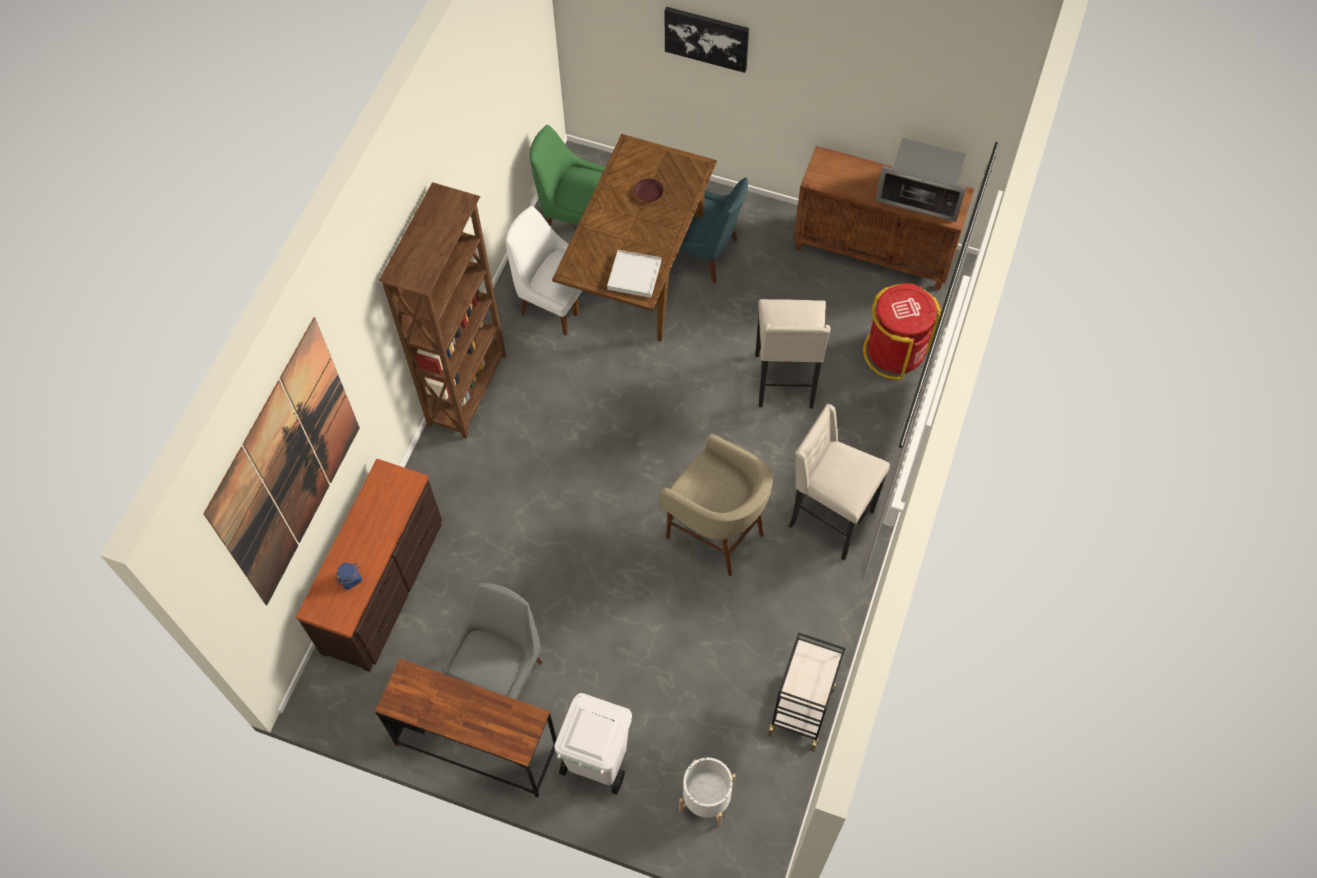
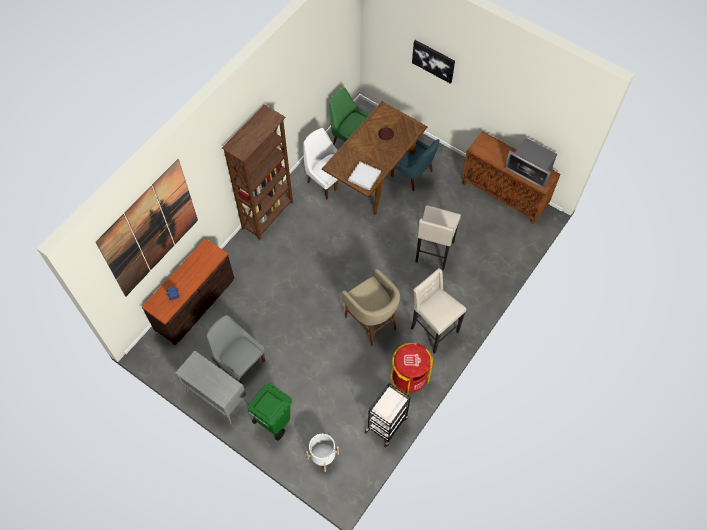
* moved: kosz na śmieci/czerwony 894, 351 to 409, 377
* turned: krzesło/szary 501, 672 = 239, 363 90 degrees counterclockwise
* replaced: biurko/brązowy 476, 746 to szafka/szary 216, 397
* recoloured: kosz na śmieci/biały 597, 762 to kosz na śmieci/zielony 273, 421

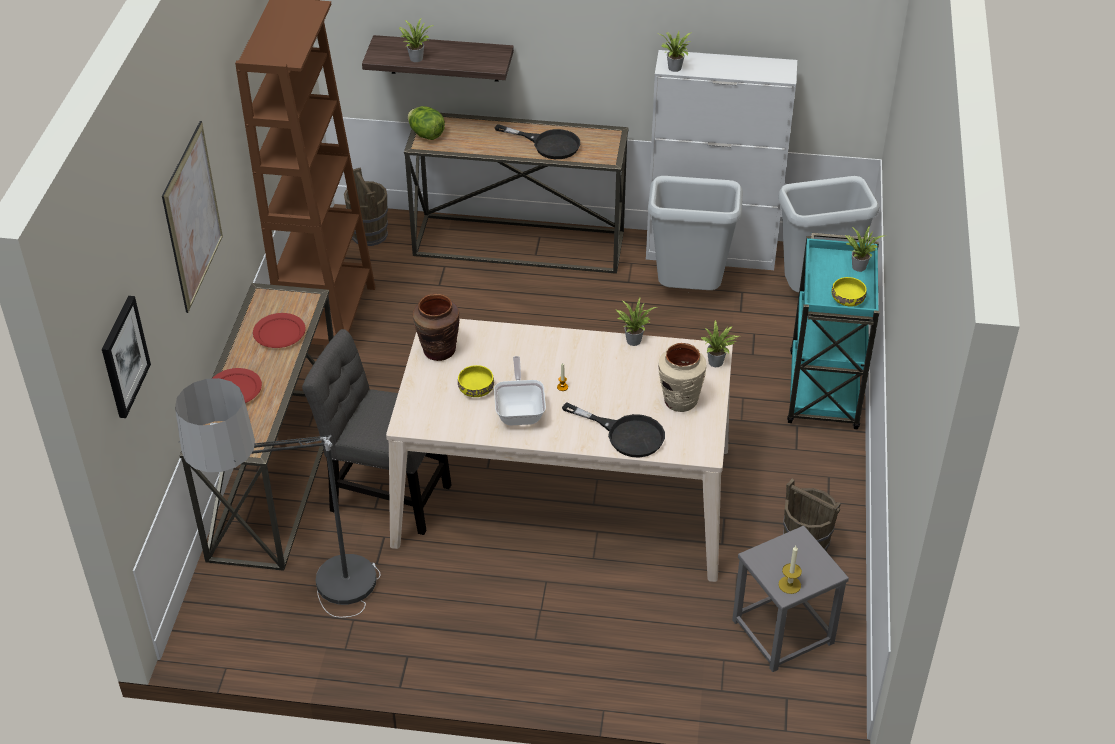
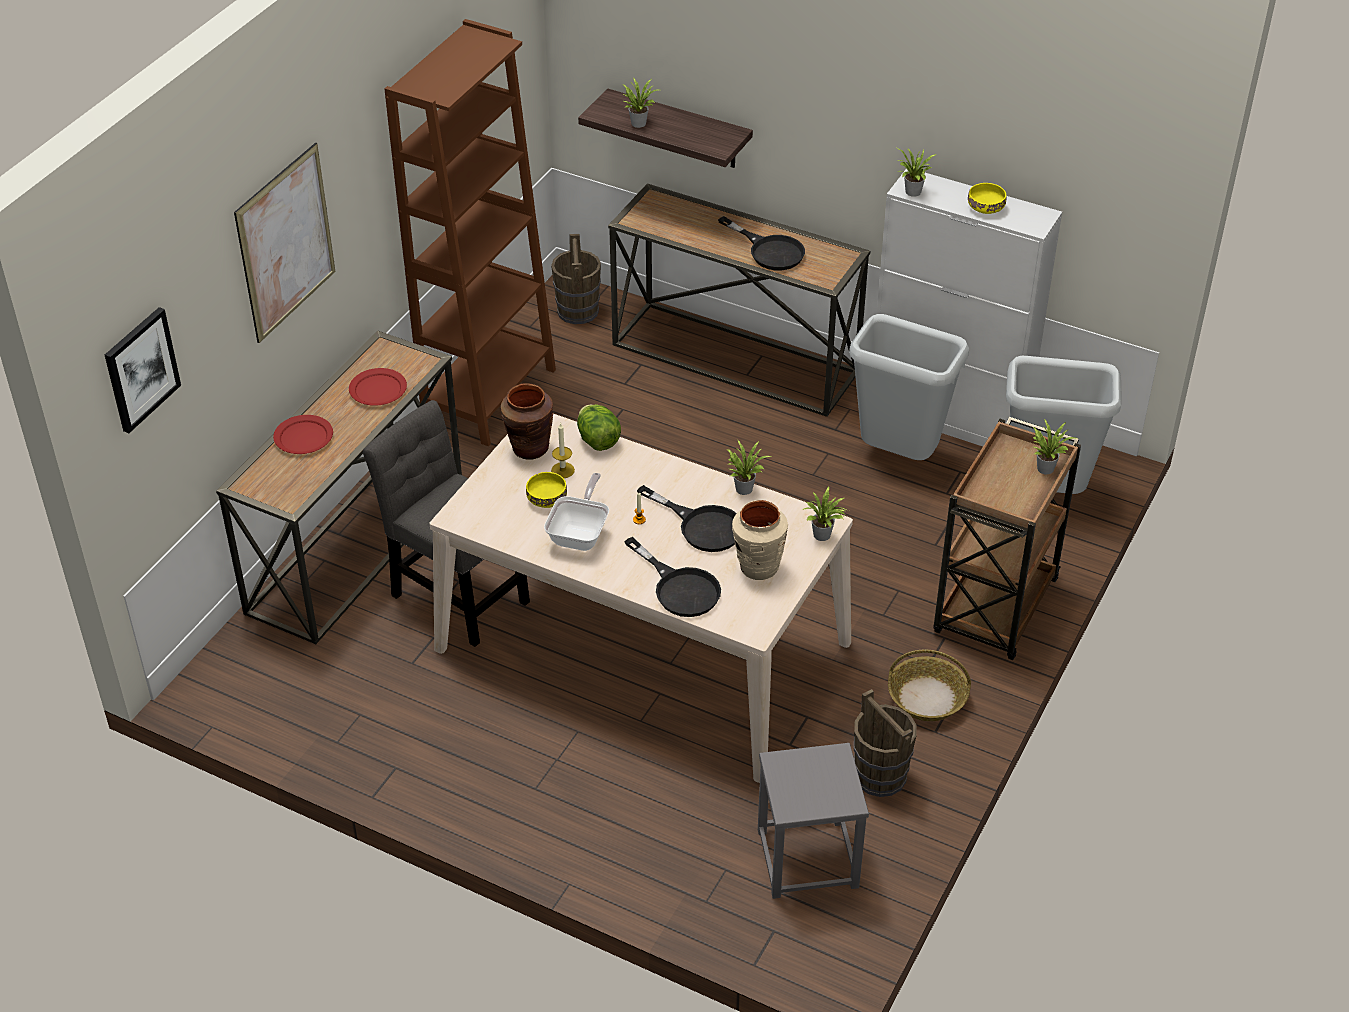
* moved: sałata 426, 134 to 598, 441
* recoloured: wózek/turkusowy 823, 393 to wózek/brązowy 995, 609
* moved: miska/żółty 848, 300 to 986, 208
* removed: lampa stojąca 305, 607
* moved: świeca 789, 585 to 563, 470
* added: patelnia/czarny 702, 526
* added: koszyk 927, 697

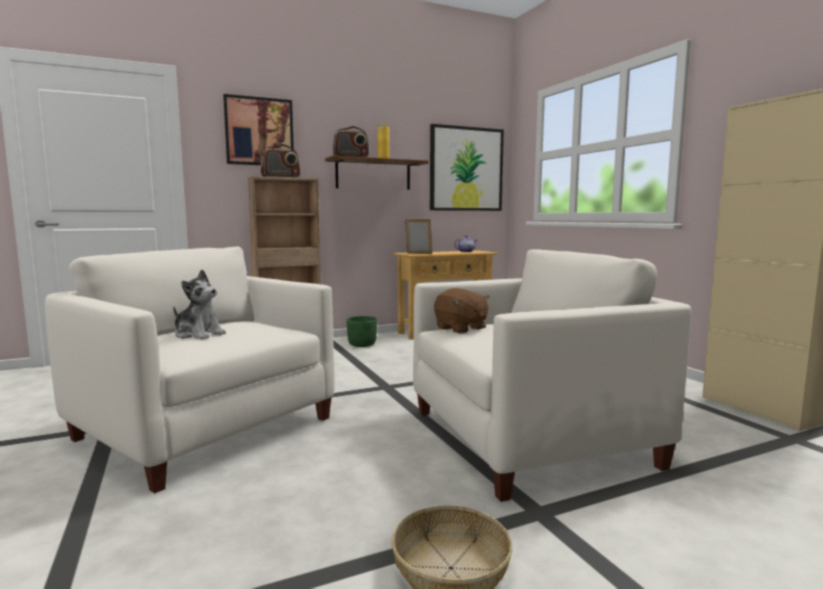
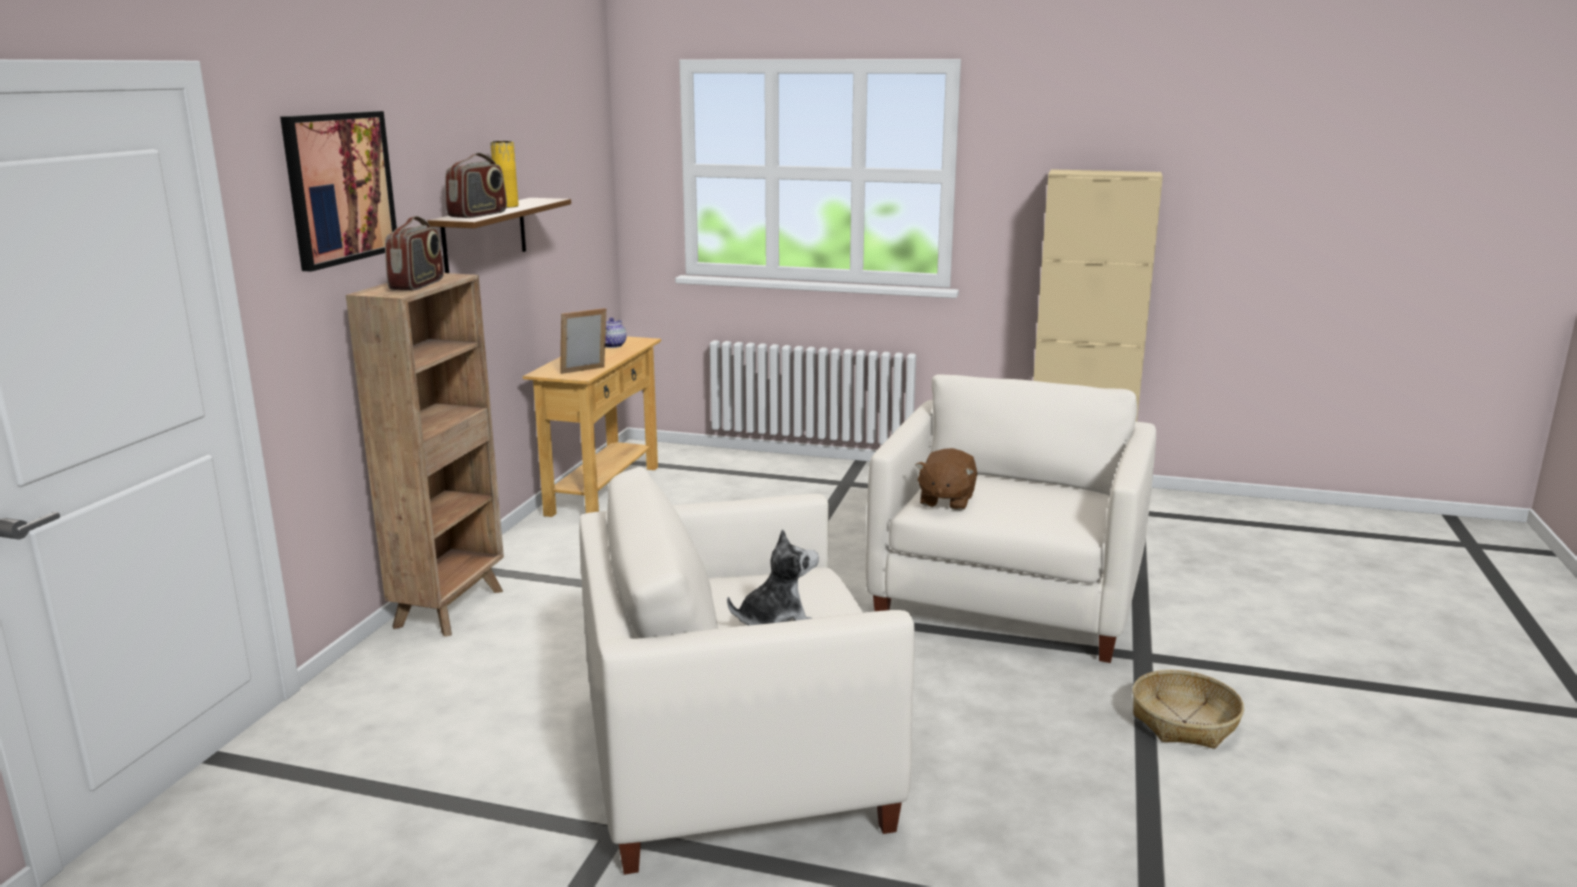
* removed: obraz 466, 169
* turned: pluszak/brązowy 460, 329 = 946, 500 105 degrees clockwise
* removed: donica/zielony 362, 344

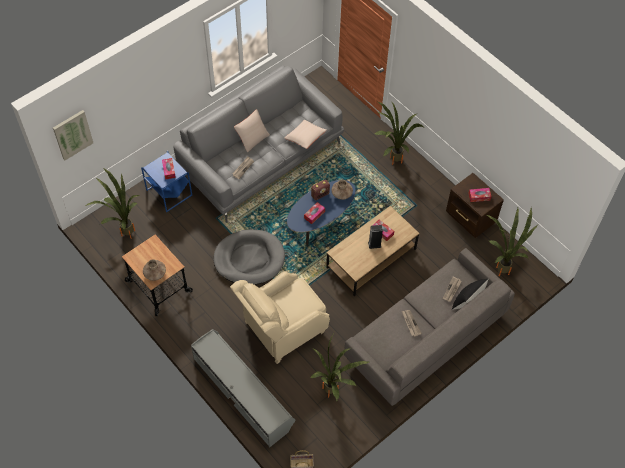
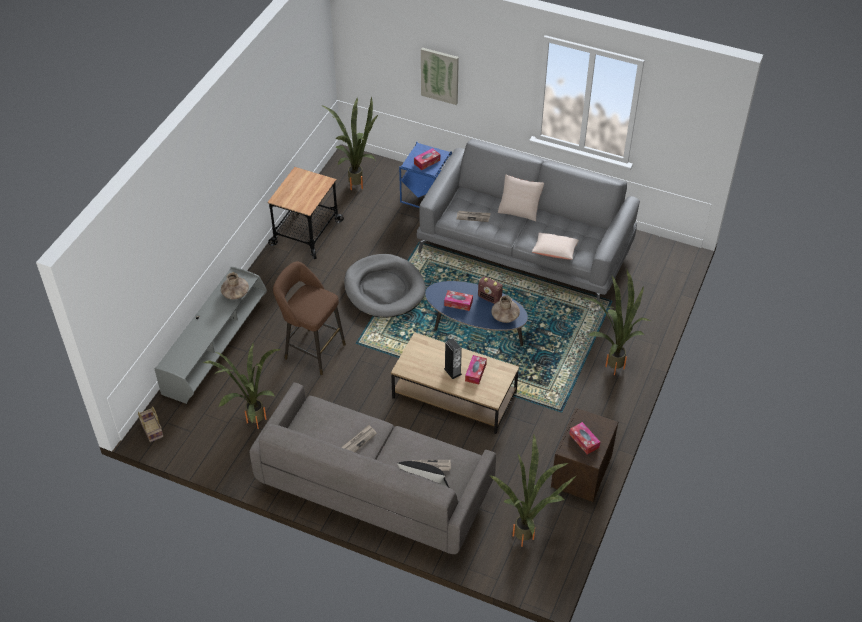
* moved: obraz 72, 134 to 440, 75
* moved: wazon/brązowy 155, 273 to 235, 293
* replaced: fotel/beżowy 282, 328 to stołek/brązowy 312, 350

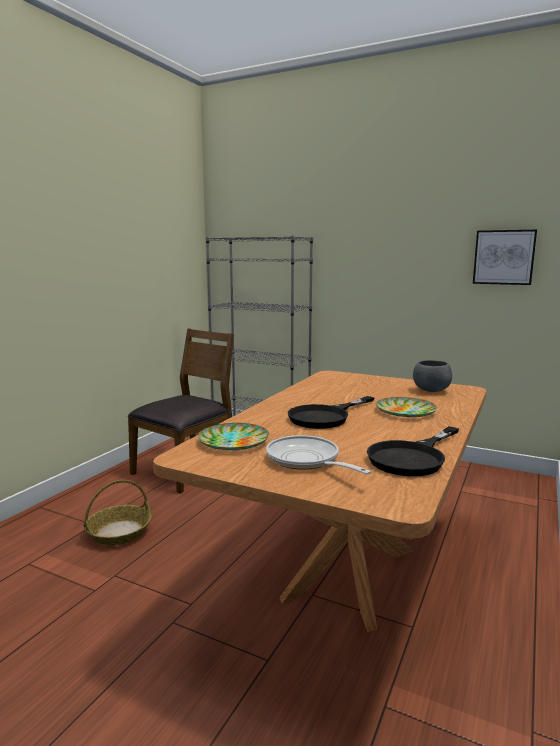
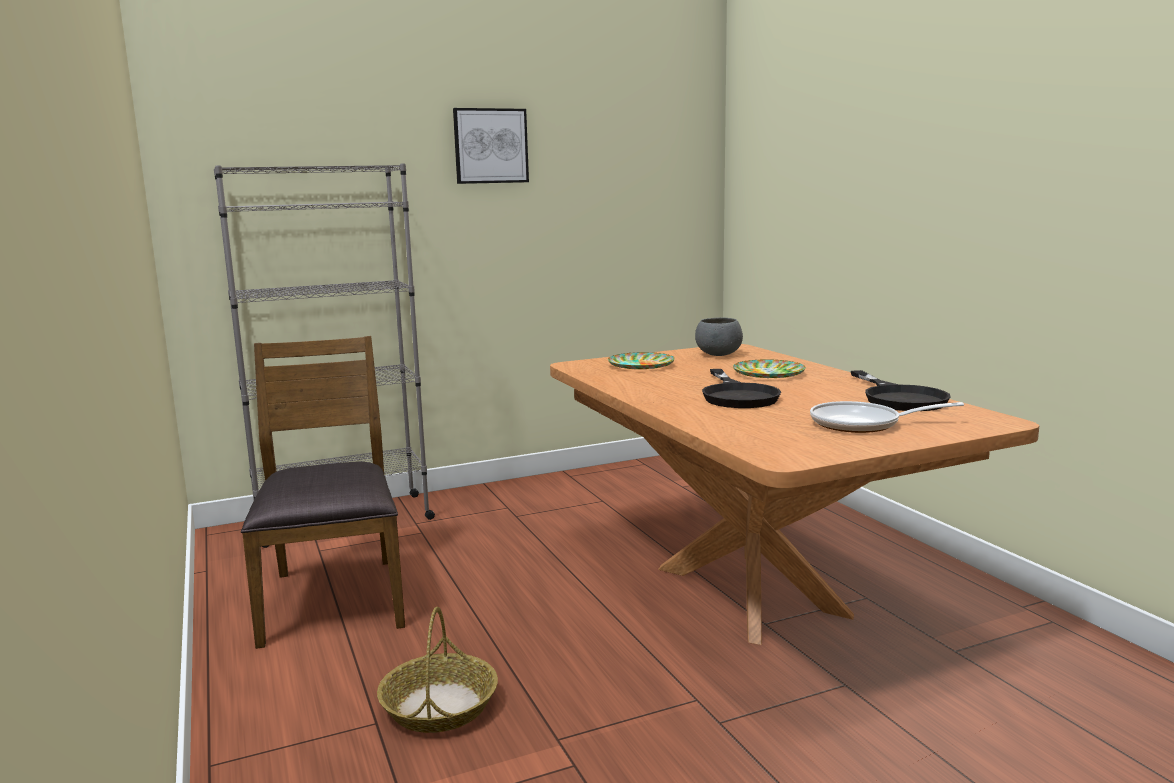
* moved: obraz 504, 257 to 490, 146
* moved: talerz 233, 441 to 640, 365

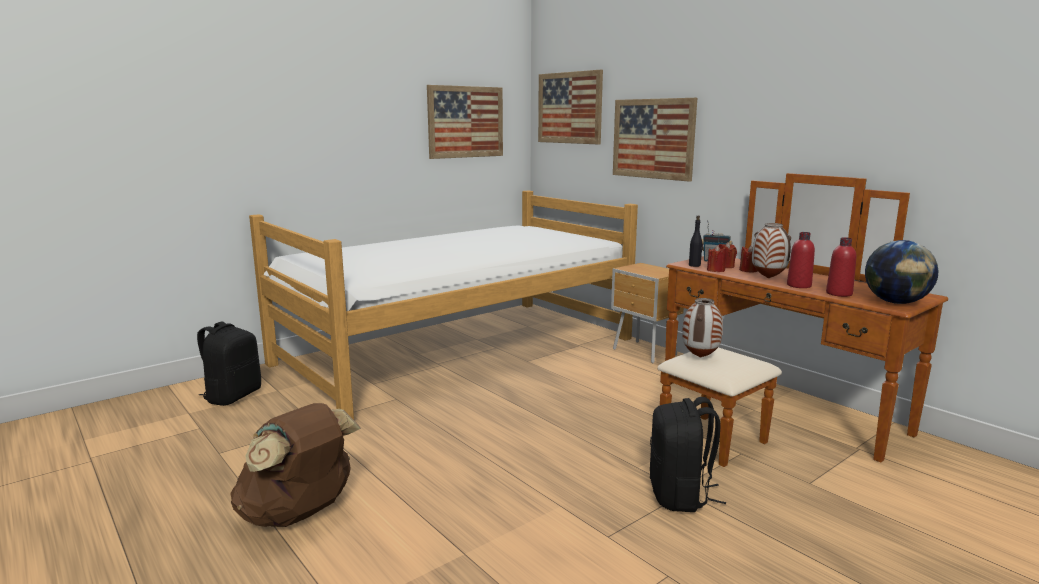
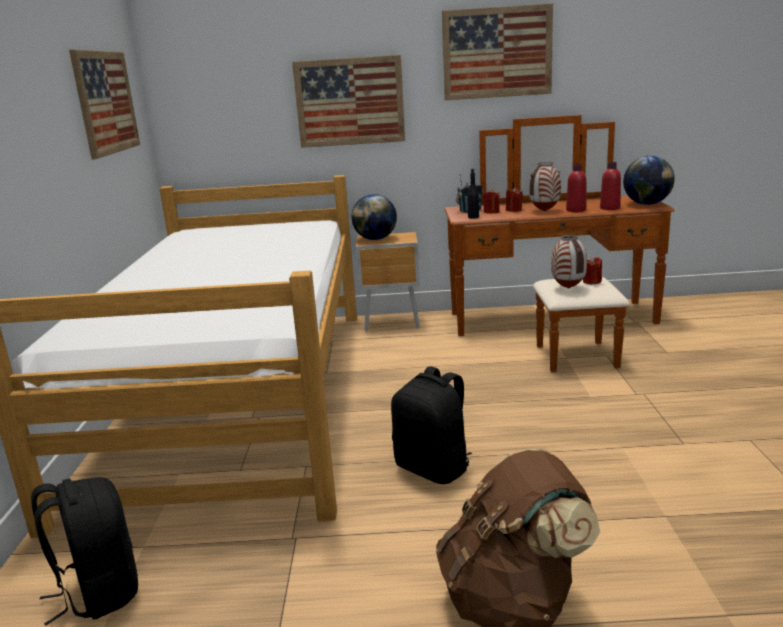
* moved: obraz 569, 108 to 497, 52
* moved: świeca/czerwony 715, 270 to 591, 282
* moved: plecak/czarny 680, 496 to 434, 468
* added: globus 375, 239

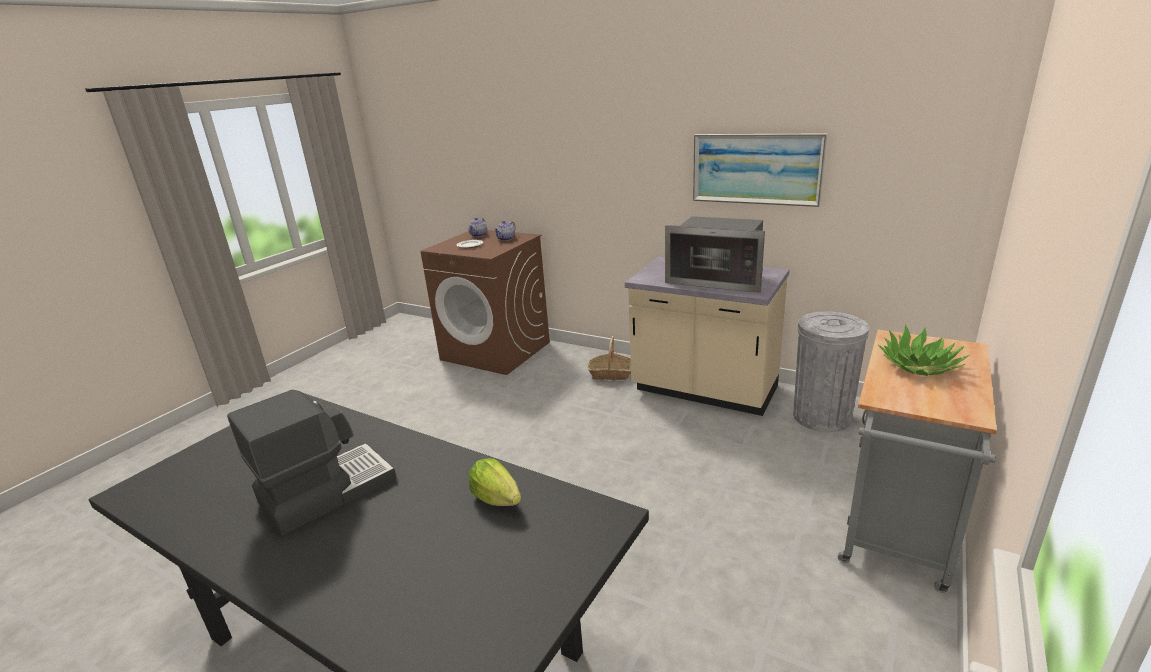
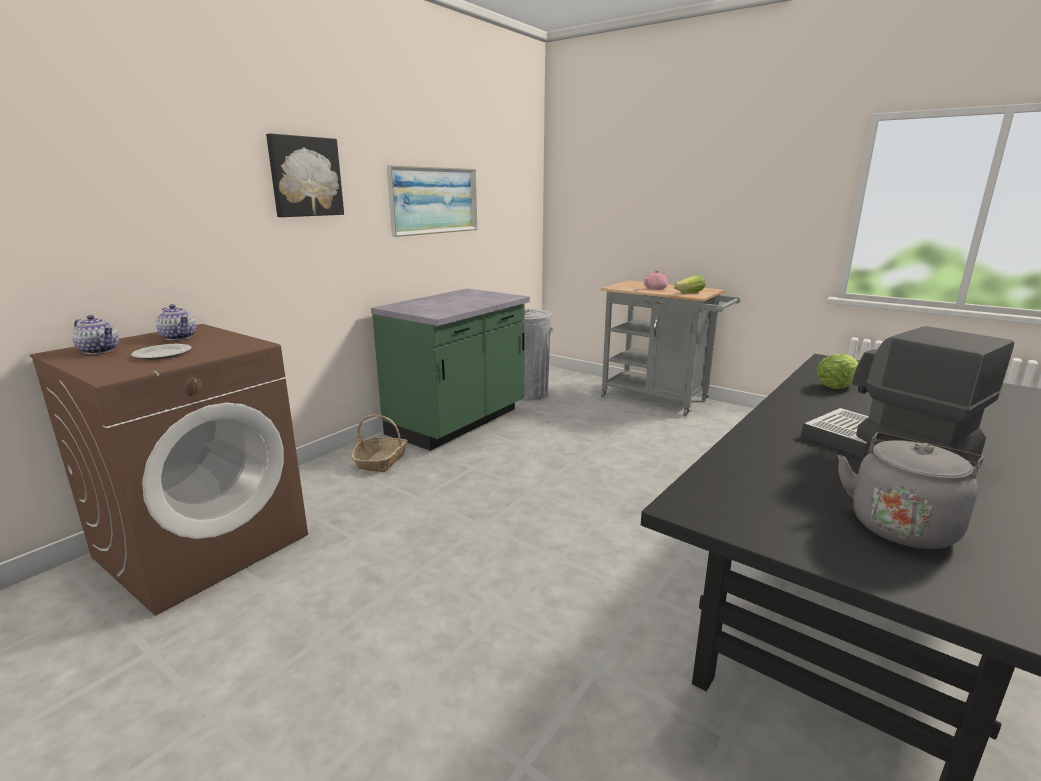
* removed: mikrofalówka 717, 279
* recoloured: zabudowa kuchenna/beżowy 704, 391 to zabudowa kuchenna/zielony 458, 422
* replaced: roślina doniczkowa 919, 366 to imbryk/różowy 655, 288
* added: obraz 305, 177
* added: sałata 688, 293
* added: czajnik/szary 902, 525

